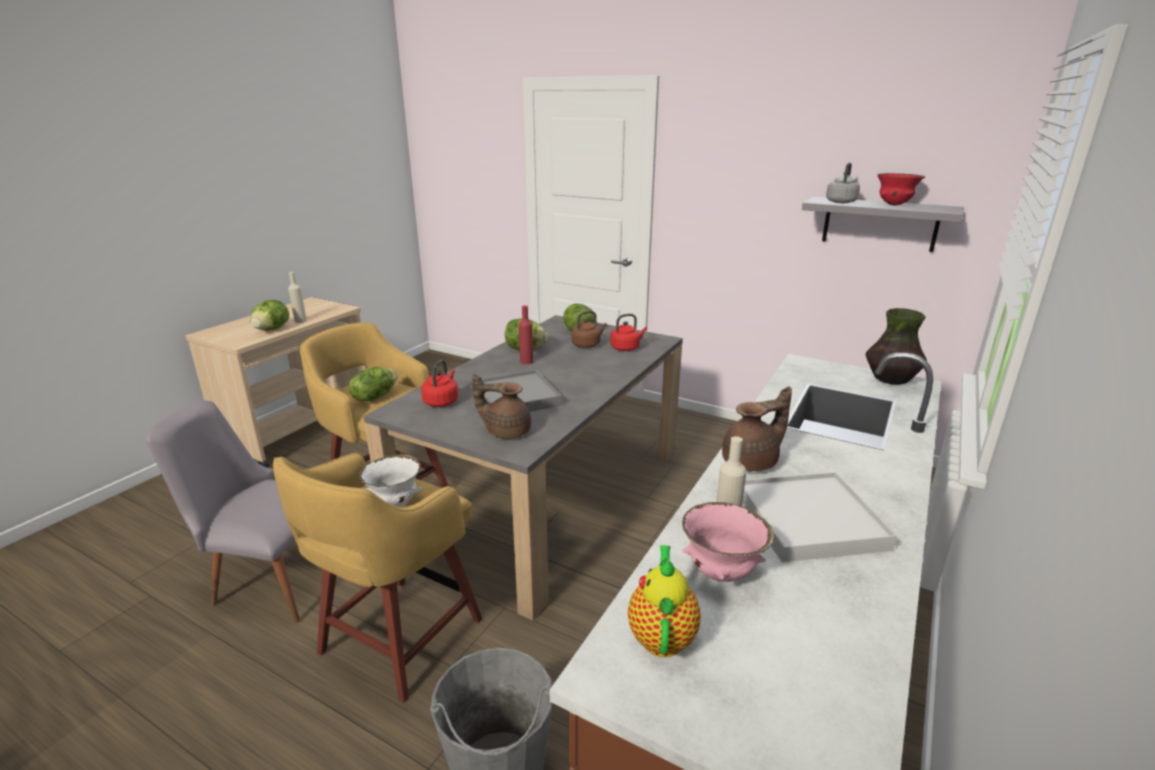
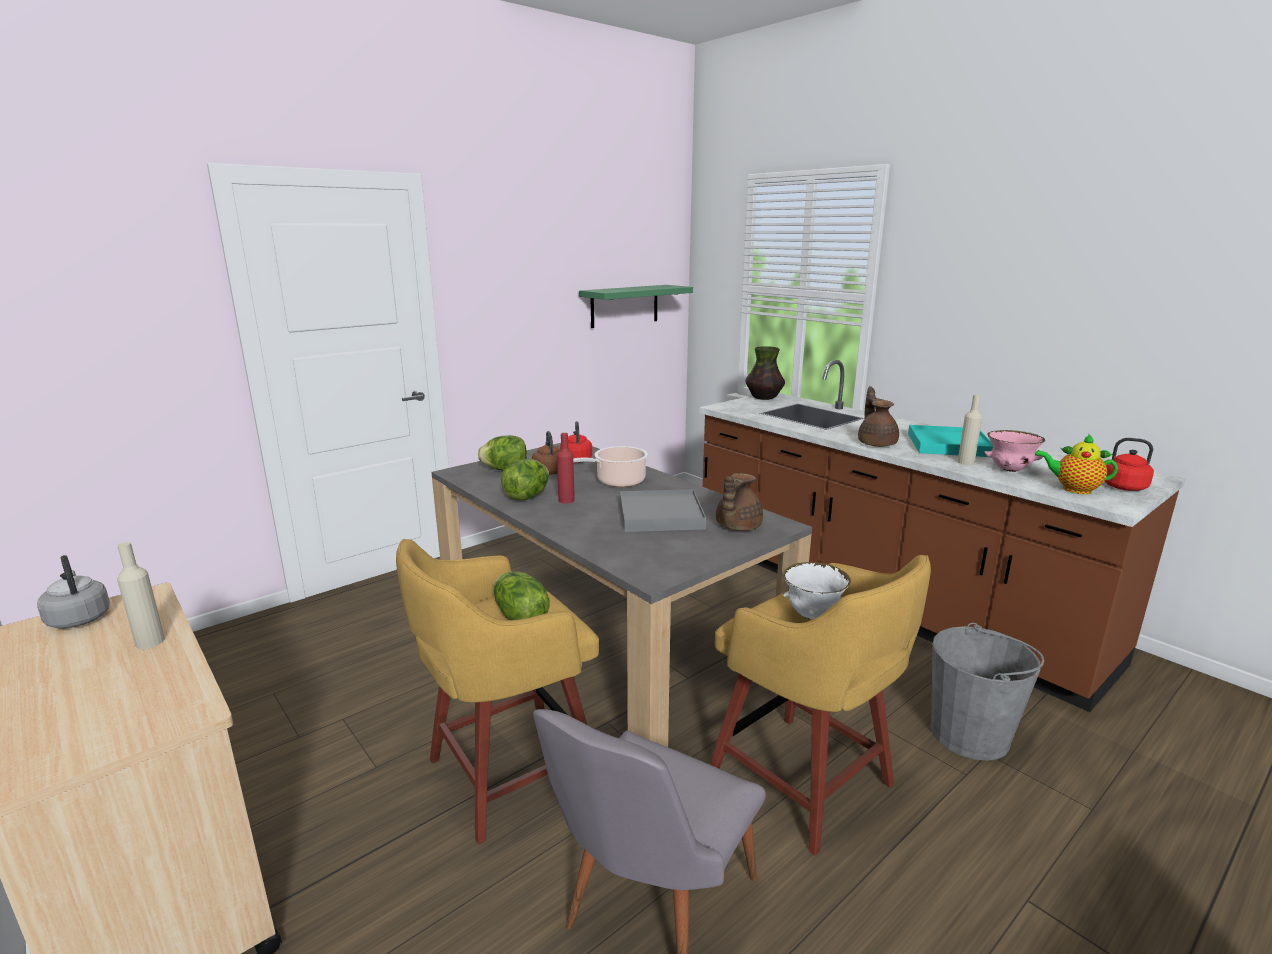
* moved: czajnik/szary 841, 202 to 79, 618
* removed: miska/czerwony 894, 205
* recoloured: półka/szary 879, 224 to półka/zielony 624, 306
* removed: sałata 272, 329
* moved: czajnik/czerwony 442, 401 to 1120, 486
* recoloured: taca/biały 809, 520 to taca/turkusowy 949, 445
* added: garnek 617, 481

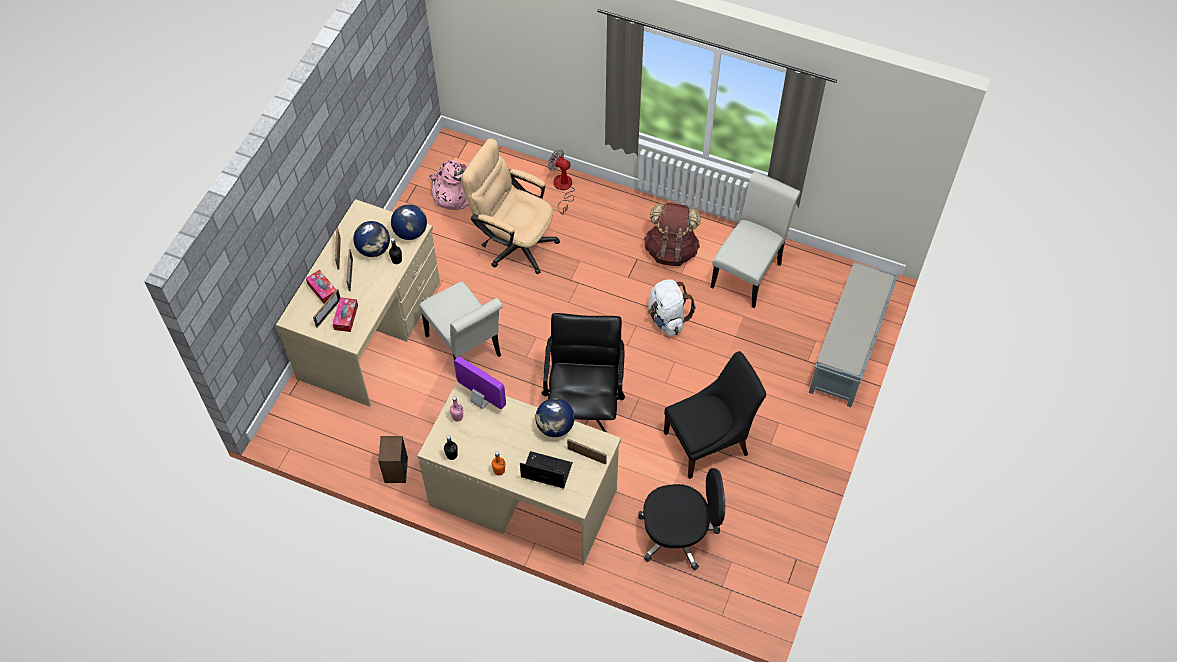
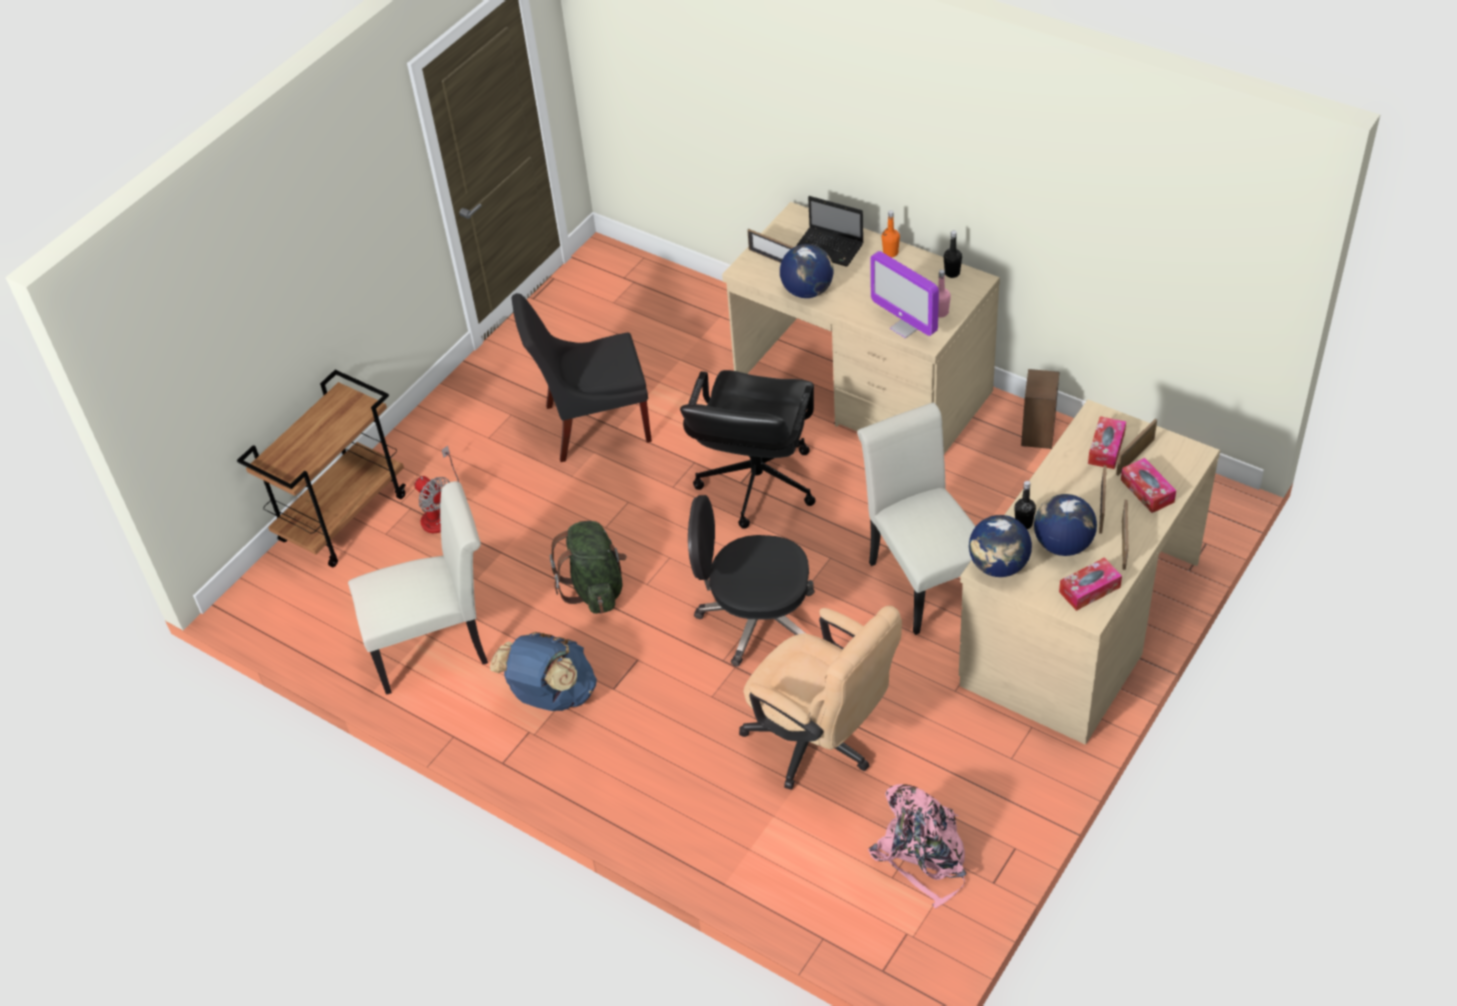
* moved: wentylator 563, 188 to 439, 512
* turned: krzesło/biały 748, 271 = 438, 645 150 degrees counterclockwise
* recoloured: plecak/brązowy 671, 250 to plecak/niebieski 551, 696
* replaced: ławka/szary 848, 349 to wózek/brązowy 344, 517
* recoloured: plecak/biały 667, 318 to plecak/zielony 595, 588
* moved: krzesło biurowe/czarny 678, 534 to 755, 619
* added: pudełko chusteczek 1089, 589

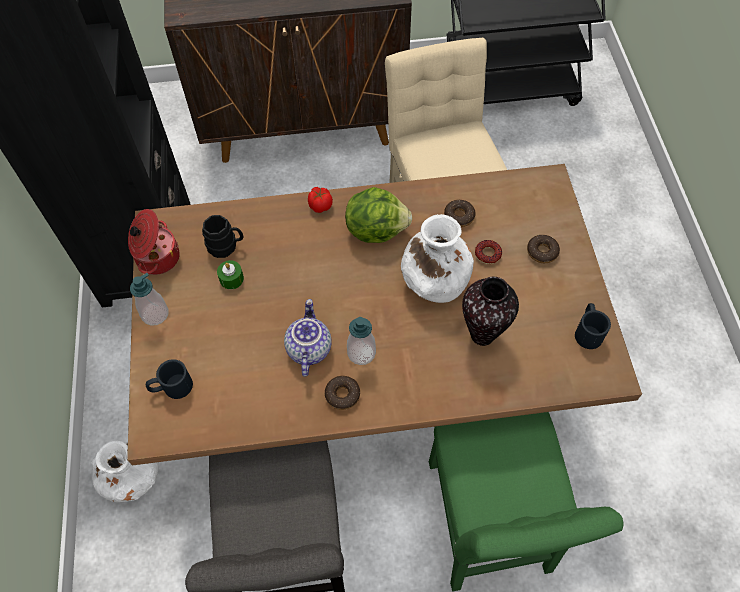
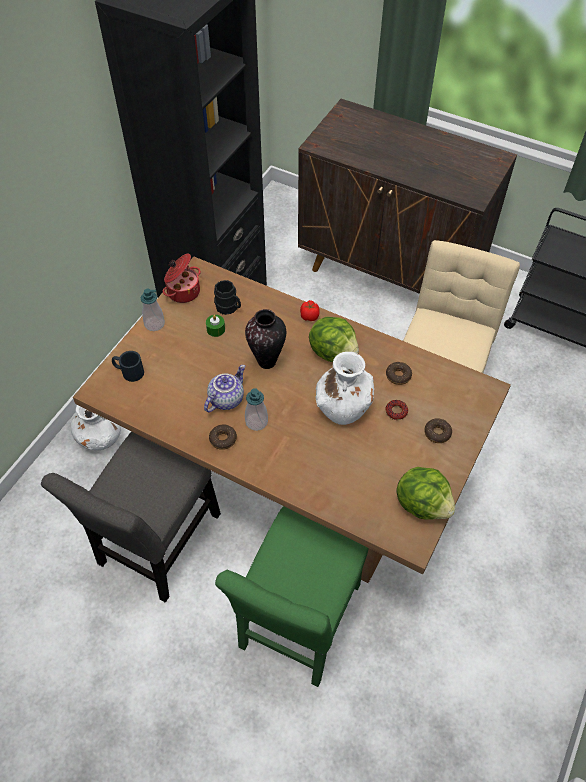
* moved: wazon 483, 335 to 267, 362
* replaced: kubek/czarny 587, 331 to sałata 422, 504

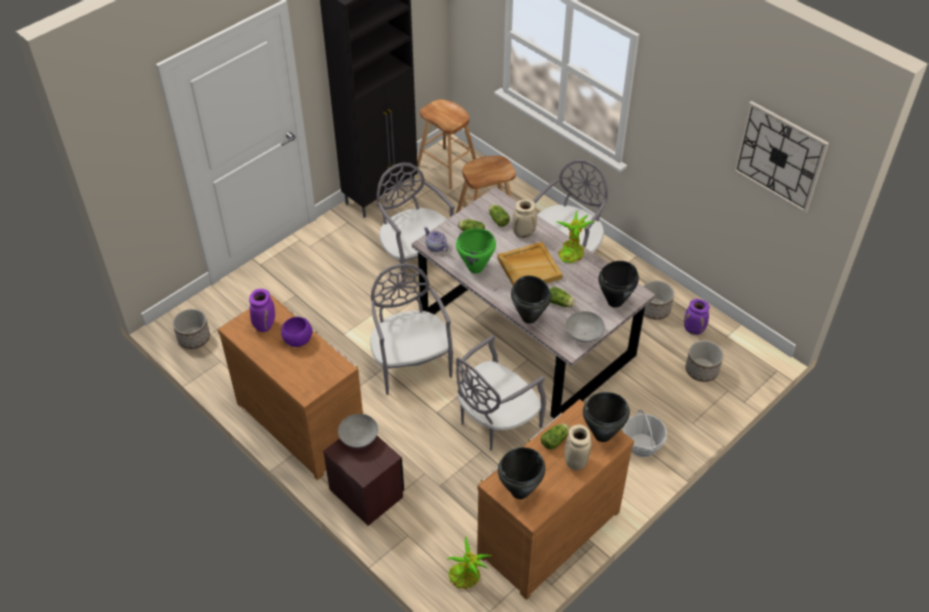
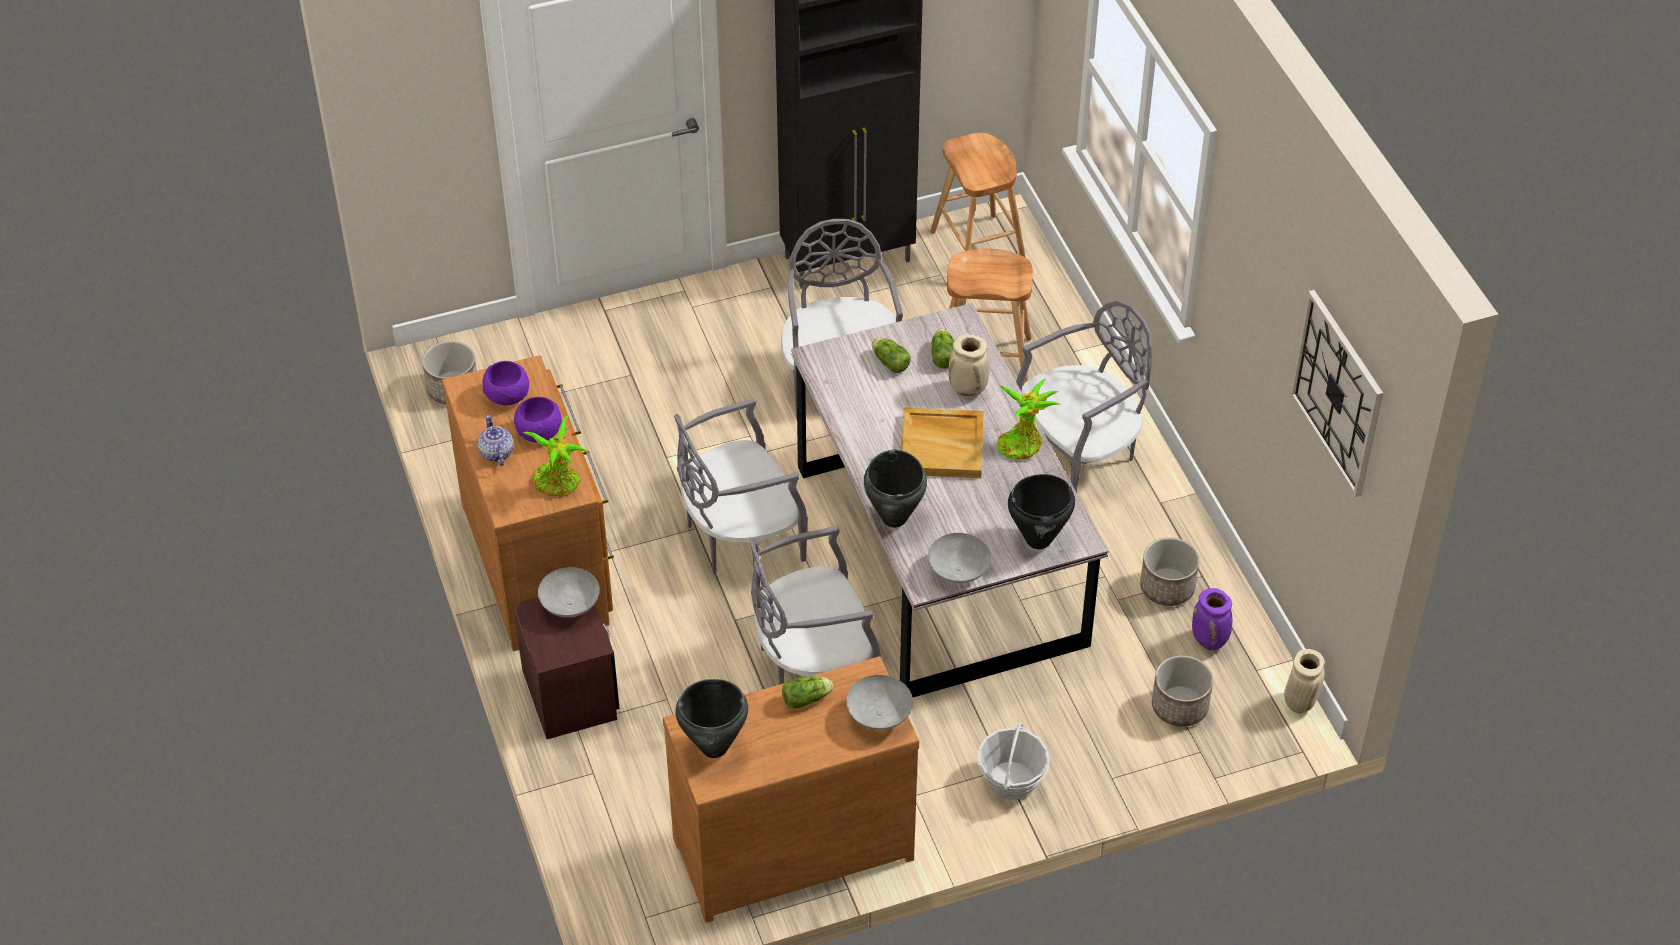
* moved: imbryk 436, 247 to 496, 453
* removed: garnek/zielony 476, 268
* turned: krzesło/szary 411, 364 = 740, 536 120 degrees counterclockwise
* removed: sałata 560, 303
* replaced: wazon/fioletowy 264, 325 to miska/fioletowy 506, 396
* replaced: garnek/czarny 603, 435 to miska/szary 879, 717
* moved: wazon/beżowy 575, 461 to 1299, 702
* moved: roślina doniczkowa 466, 577 to 559, 483

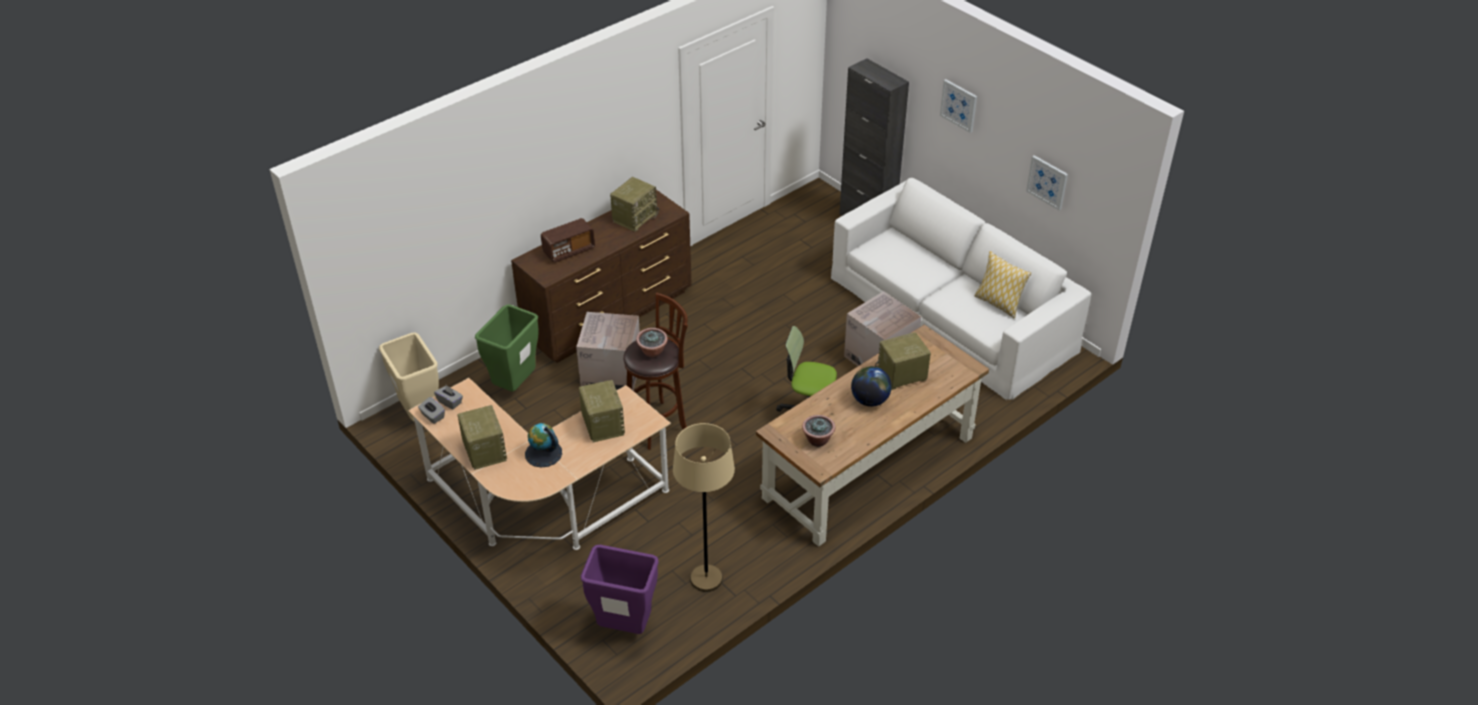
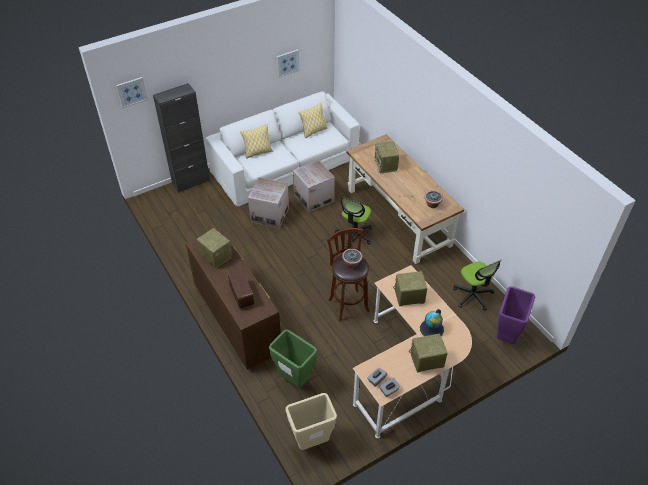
* moved: obraz 959, 105 to 131, 92
* moved: karton 611, 374 to 270, 214
* removed: globus 870, 400
* replaced: lampa stojąca/beżowy 706, 579 to krzesło biurowe 473, 296
* added: poduszka 257, 152

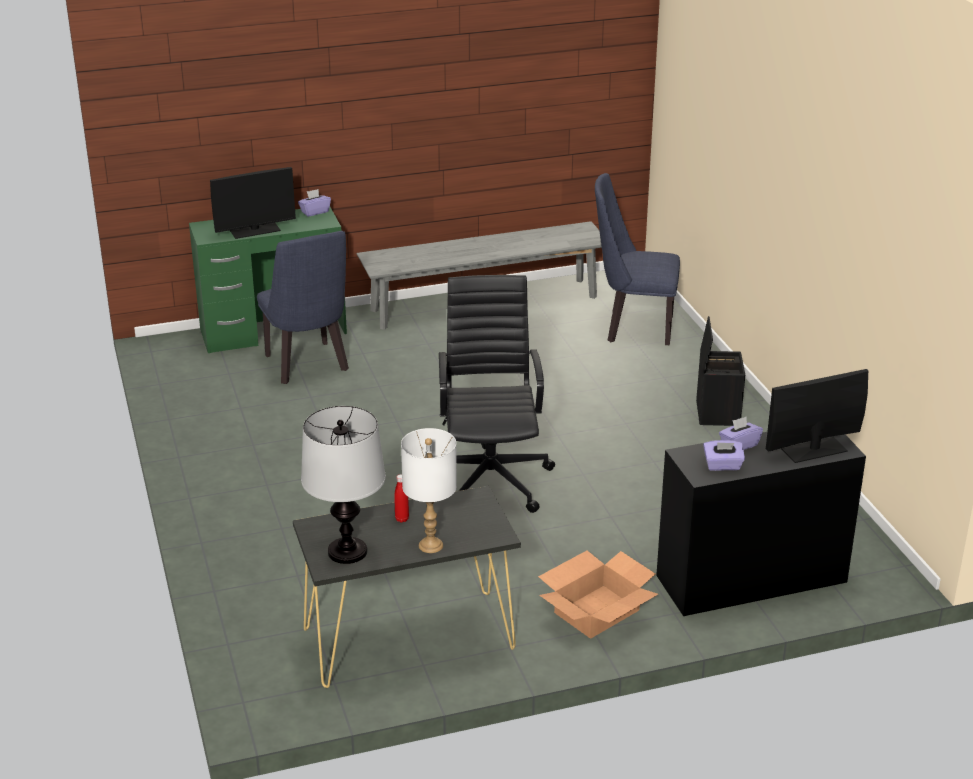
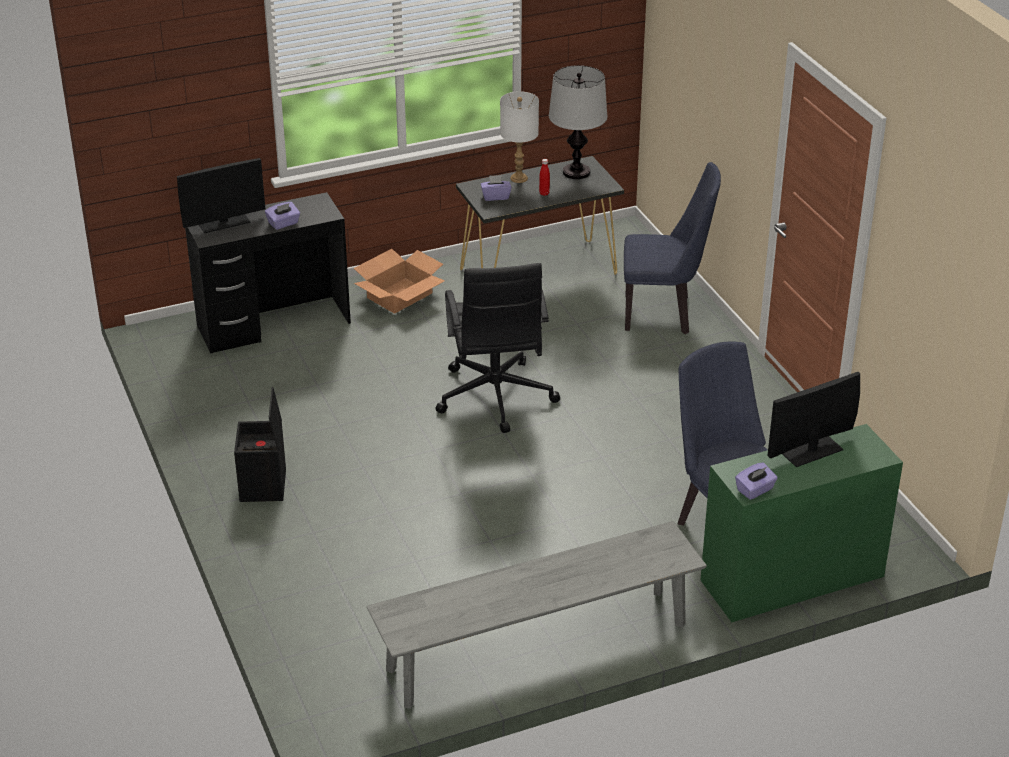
* moved: krzesło/niebieski 633, 328 to 664, 314
* moved: pudełko chusteczek/fioletowy 723, 466 to 495, 196

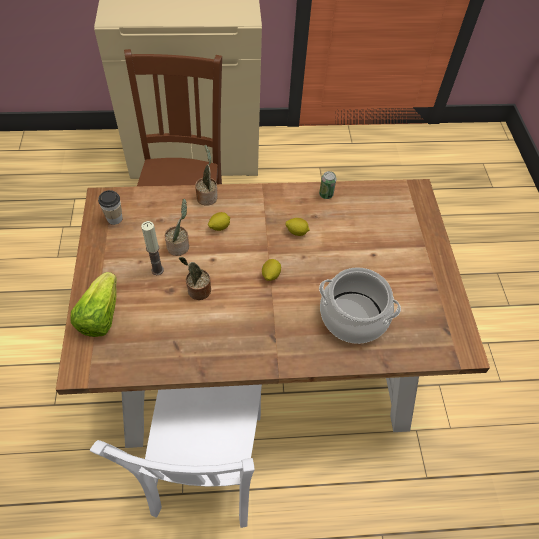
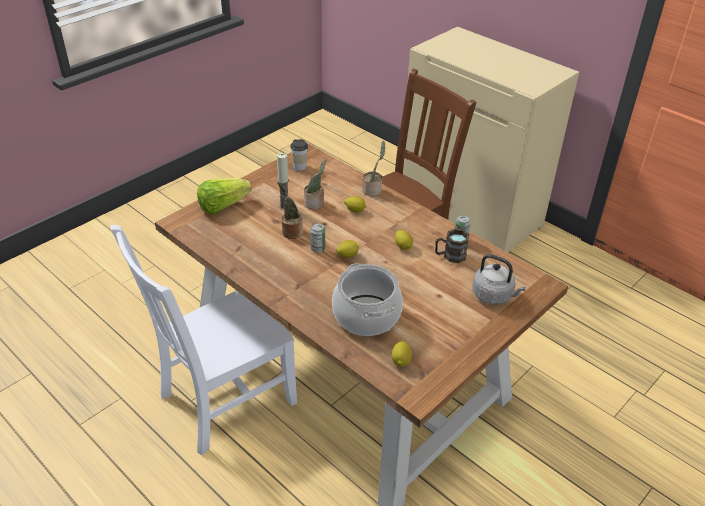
* added: puszka 318, 249
* added: kubek/brązowy 450, 256
* added: czajnik/szary 494, 296
* added: cytryna 401, 360

